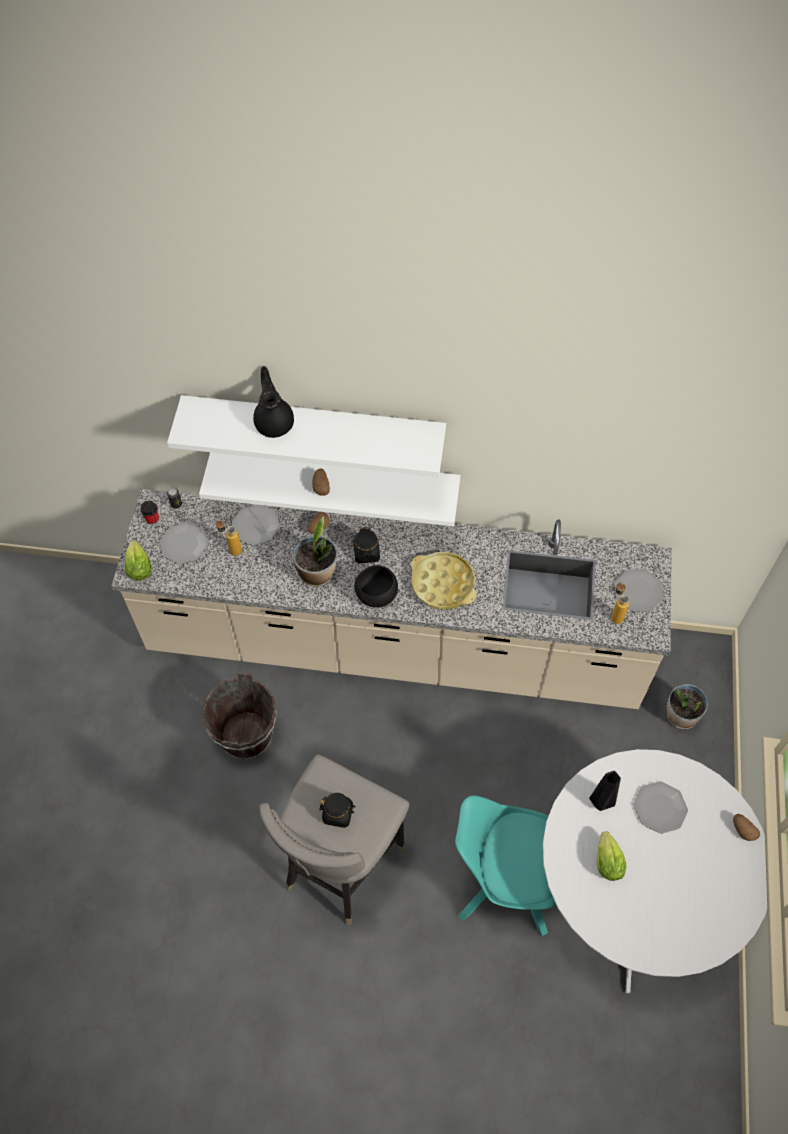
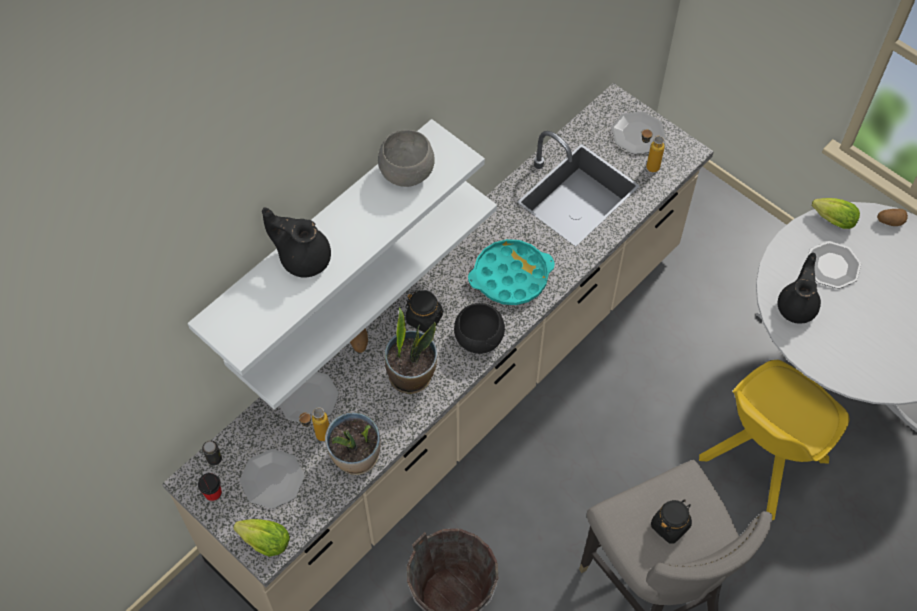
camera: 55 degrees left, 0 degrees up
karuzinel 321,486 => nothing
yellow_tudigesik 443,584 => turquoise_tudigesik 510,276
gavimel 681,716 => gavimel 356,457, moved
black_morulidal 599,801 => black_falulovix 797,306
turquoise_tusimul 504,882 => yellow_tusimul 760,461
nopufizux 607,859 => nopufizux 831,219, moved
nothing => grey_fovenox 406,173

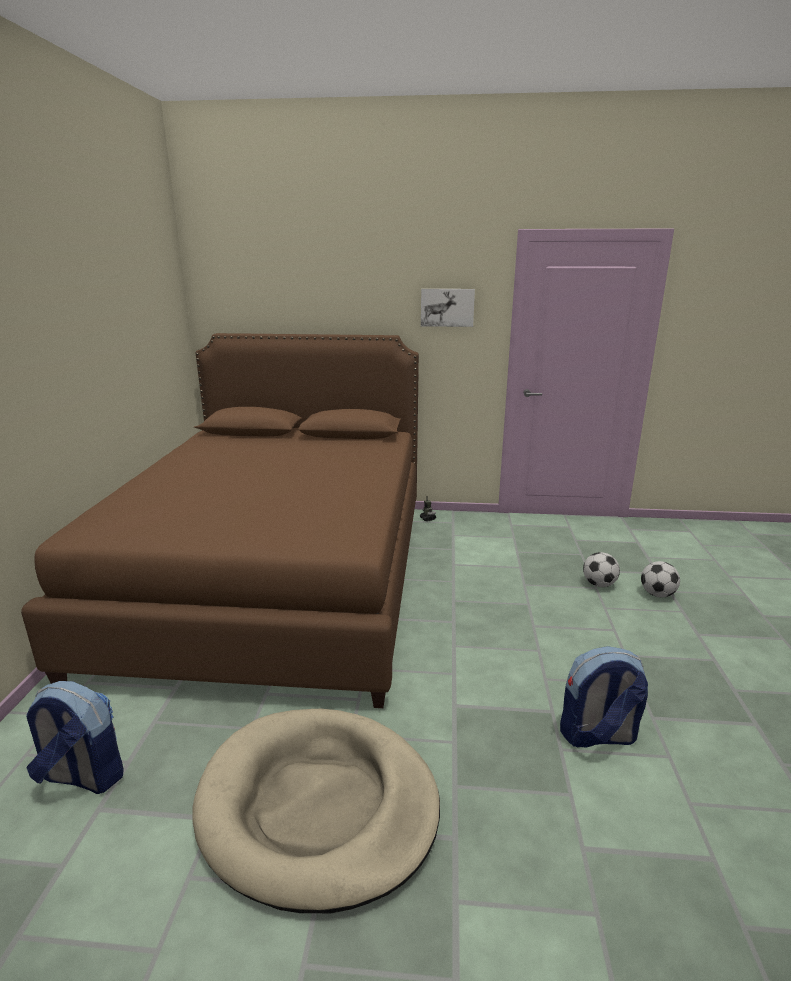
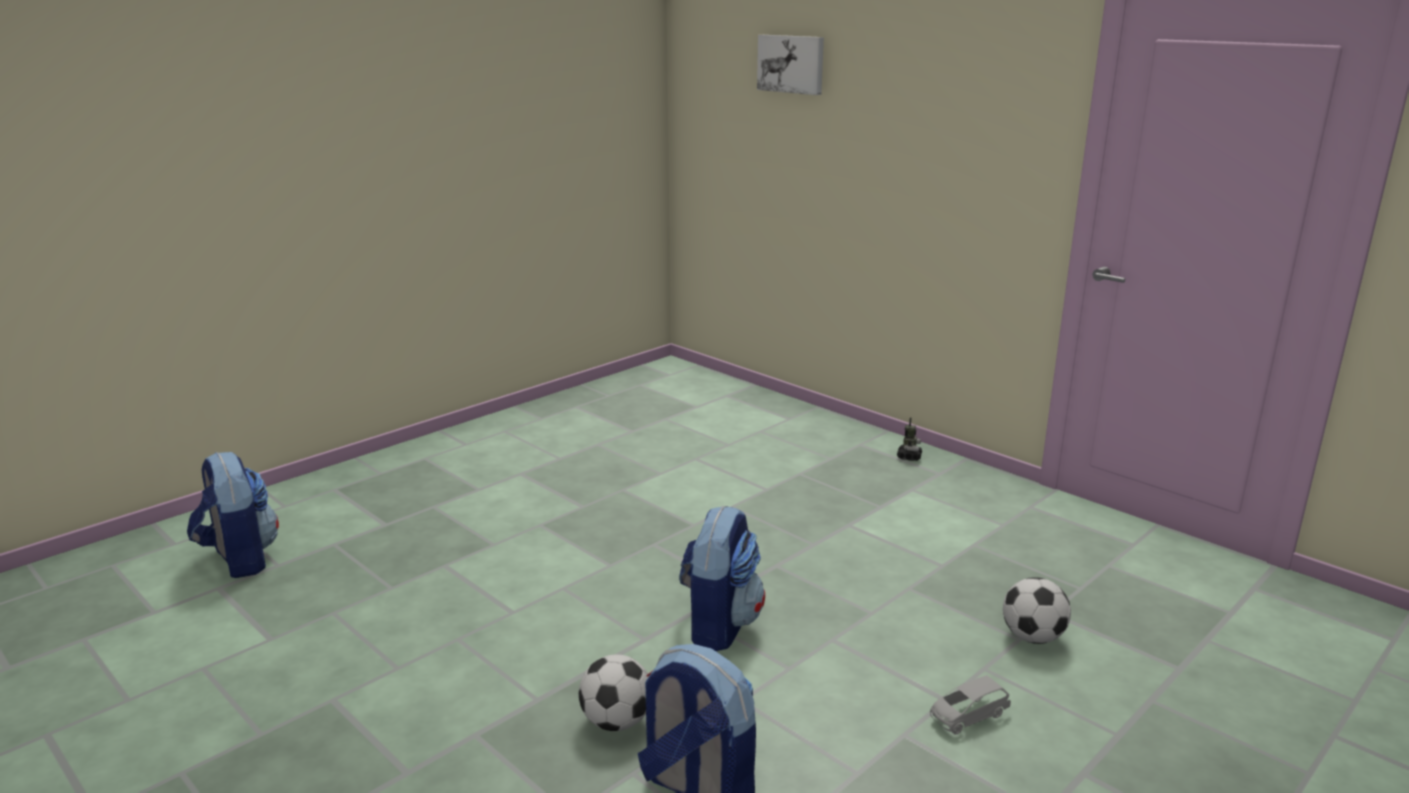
camera: 40 degrees right, 0 degrees up
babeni 447,307 => babeni 791,64, moved
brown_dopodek 278,577 => nothing
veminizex 657,594 => veminizex 617,722, moved
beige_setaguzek 318,807 => nothing
nothing => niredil 719,625
nothing => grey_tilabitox 968,716

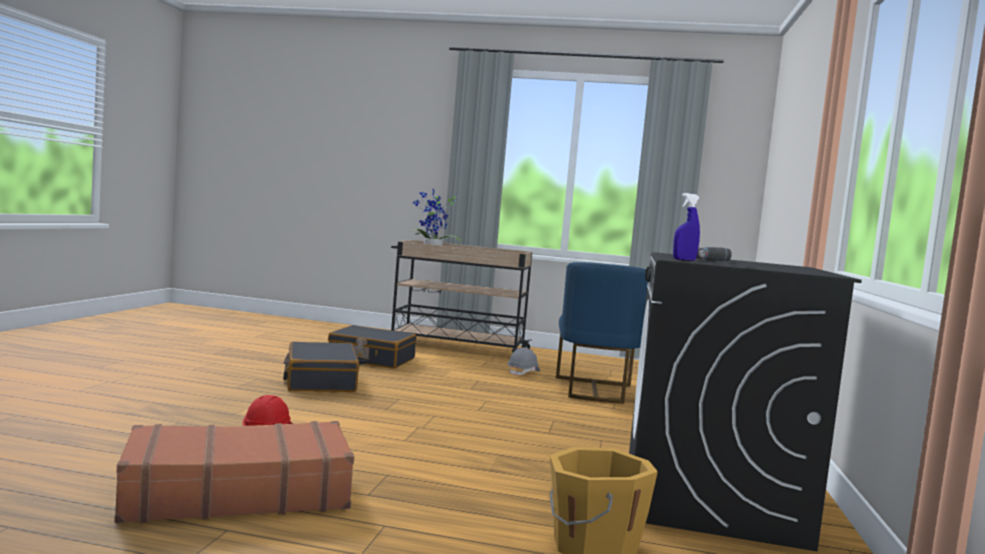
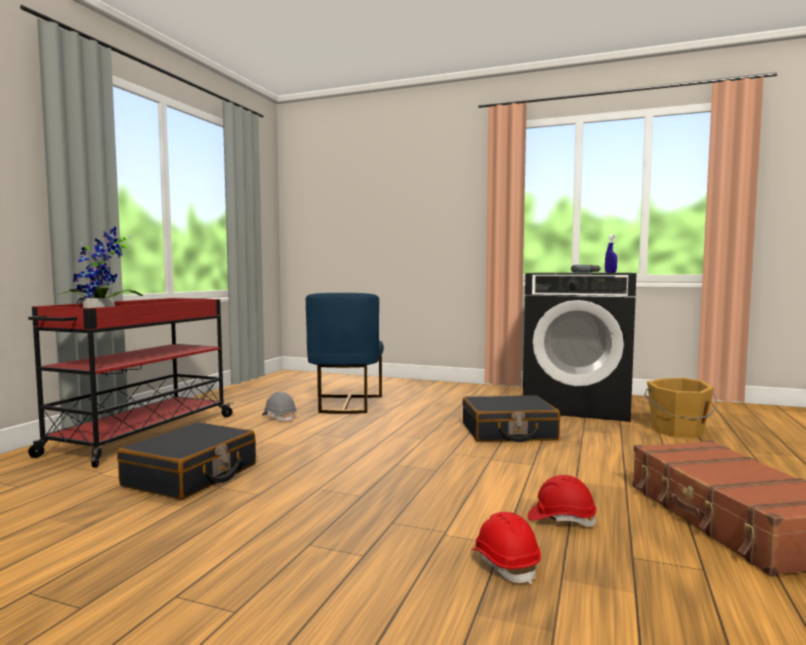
camera: 80 degrees left, 0 degrees up
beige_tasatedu 455,348 => red_tasatedu 141,435
blue_tusimul 593,390 => blue_tusimul 346,404, 75 degrees clockwise
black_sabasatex 320,381 => black_sabasatex 508,432, moved
nothing => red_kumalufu 505,564

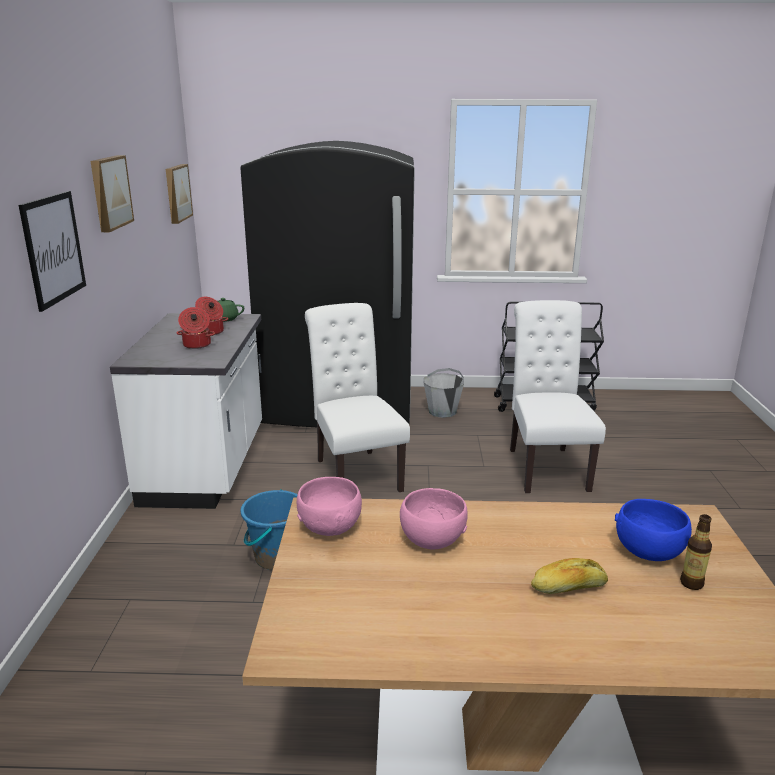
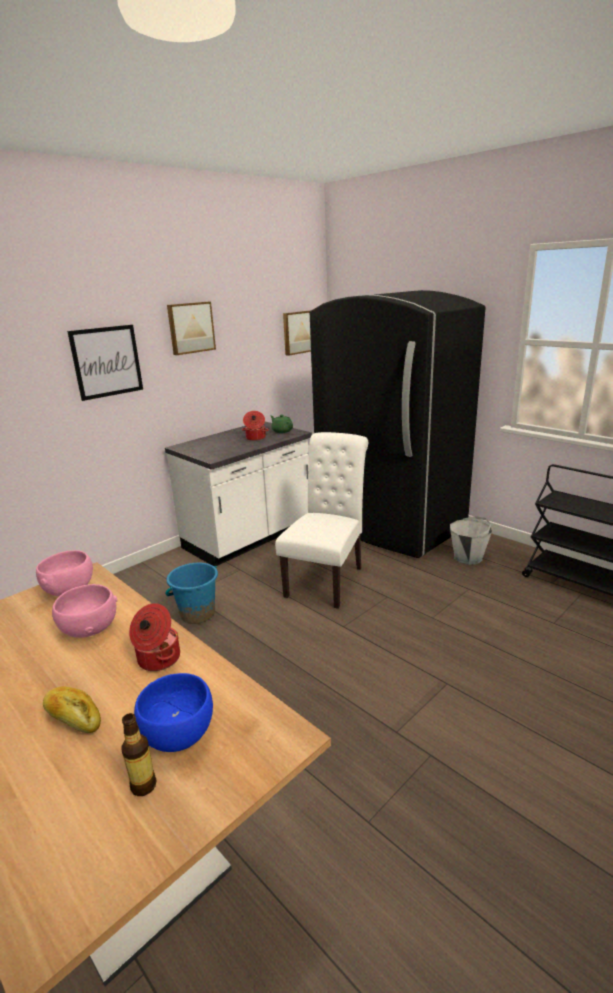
camera: 45 degrees right, 0 degrees up
white_tusimul 545,466 => nothing
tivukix 196,345 => tivukix 158,659, moved

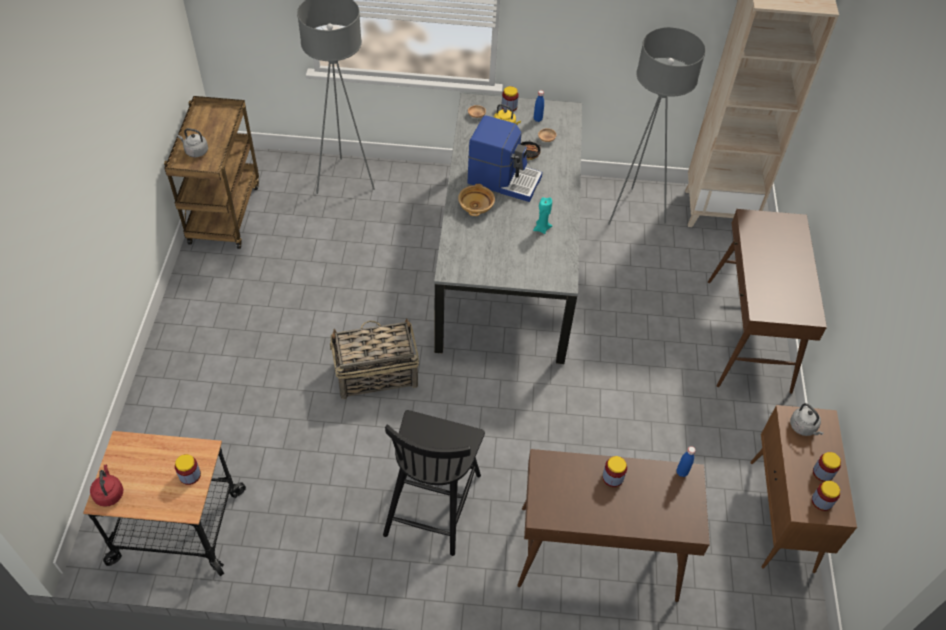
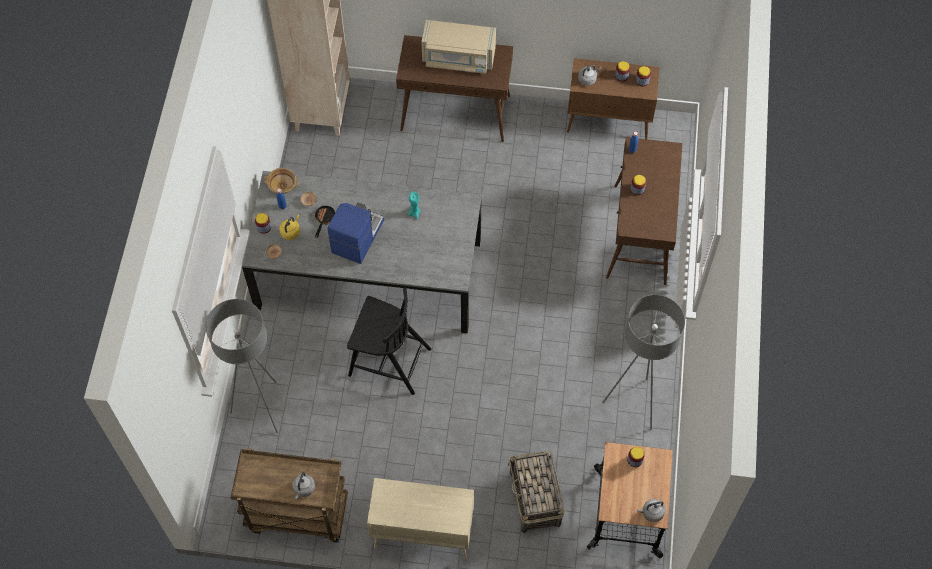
camera: 85 degrees left, 10 degrees up
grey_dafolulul 634,212 => grey_dafolulul 633,404, moved
beige_fovenox 476,206 => beige_fovenox 282,185, moved
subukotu 375,374 => subukotu 535,500, moved
black_tusimul 433,502 => black_tusimul 388,361, moved
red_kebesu 109,493 => grey_kebesu 651,513
nothing => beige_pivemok 458,58
nothing => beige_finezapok 422,534

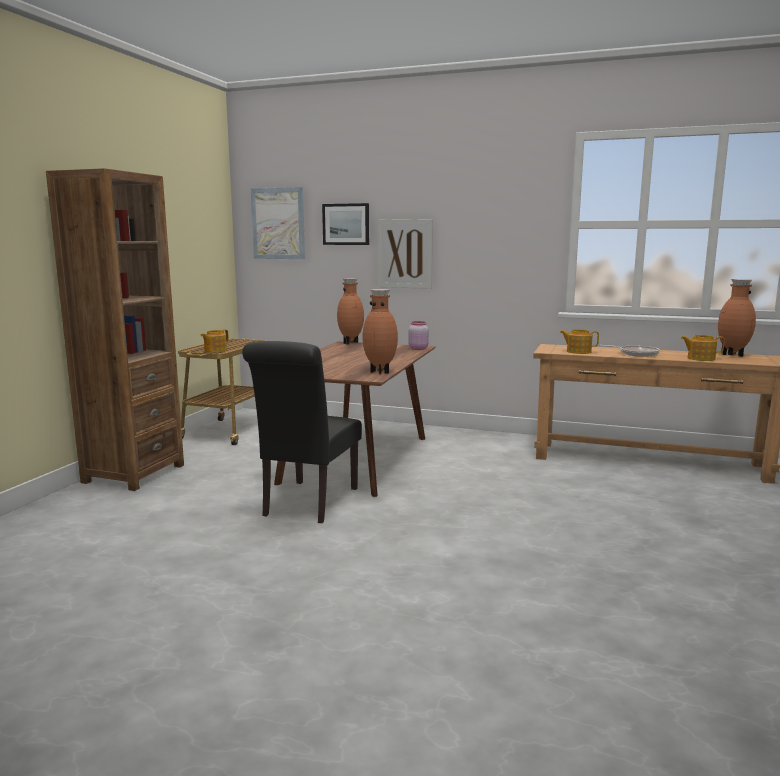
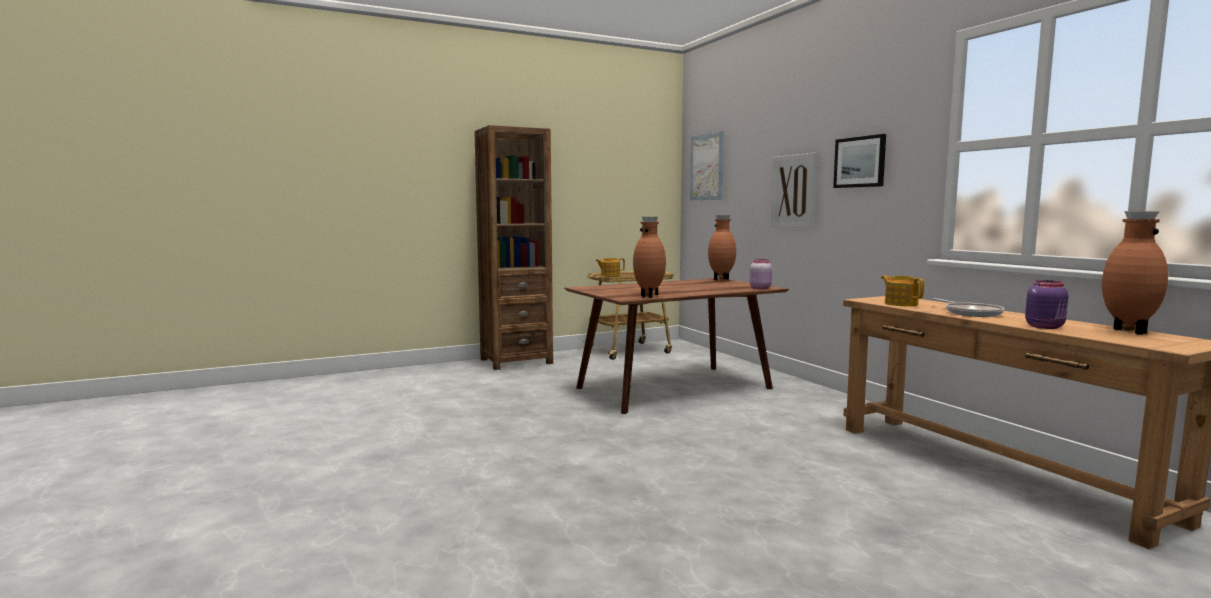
camera: 45 degrees right, 5 degrees down
babeni 346,224 => babeni 860,162, moved
falulovix 700,358 => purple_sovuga 1045,327
black_tusimul 307,504 => nothing

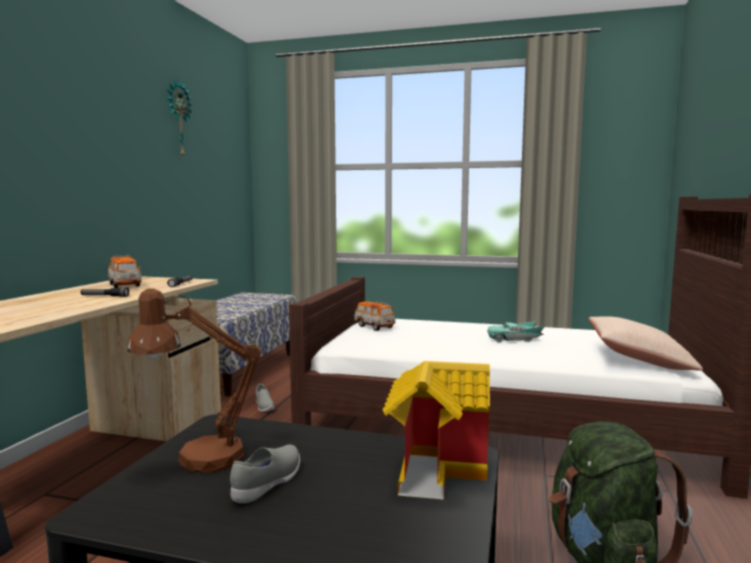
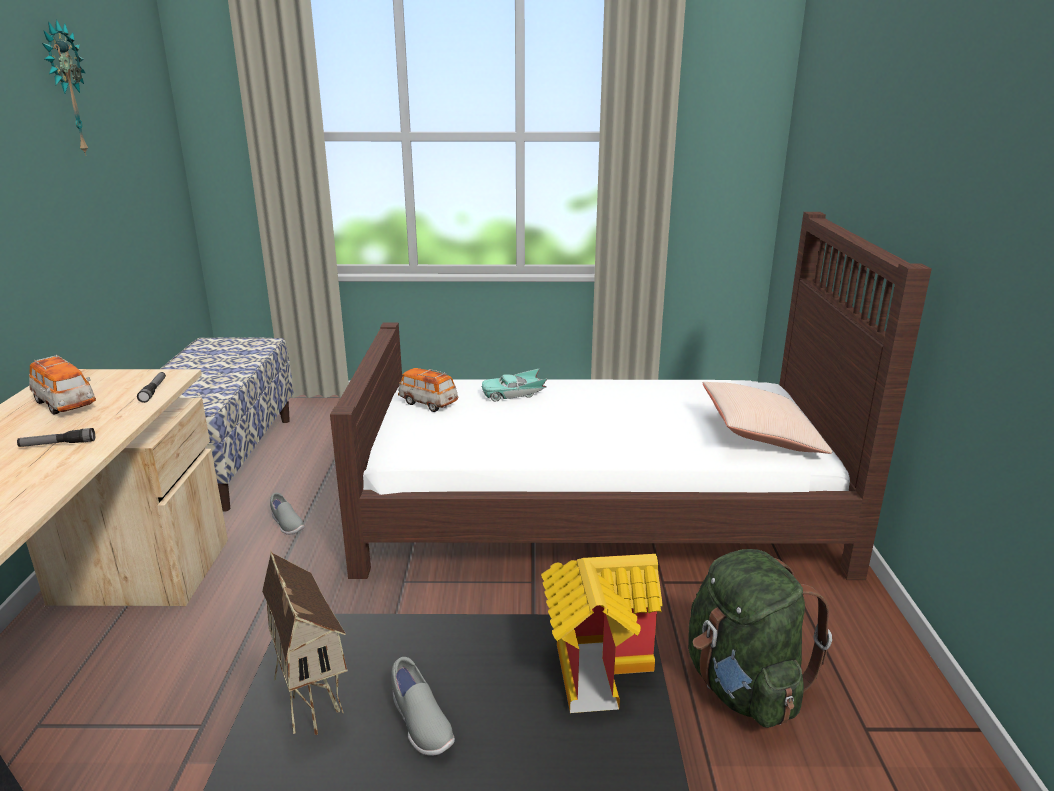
camera: 15 degrees left, 15 degrees up
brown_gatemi 197,459 => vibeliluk 313,700
turquoise_tilabitox 514,339 => turquoise_tilabitox 513,394, moved
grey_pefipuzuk 268,483 => grey_pefipuzuk 420,724, 135 degrees clockwise

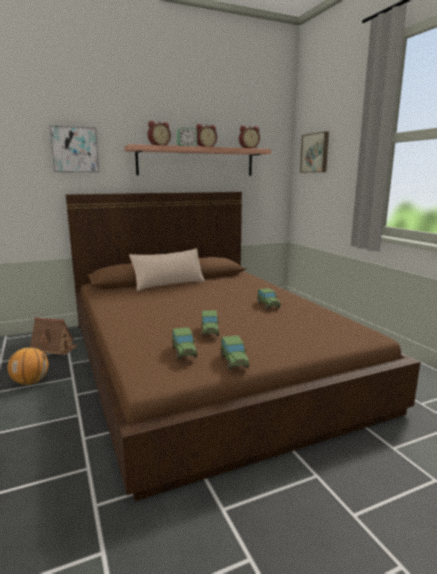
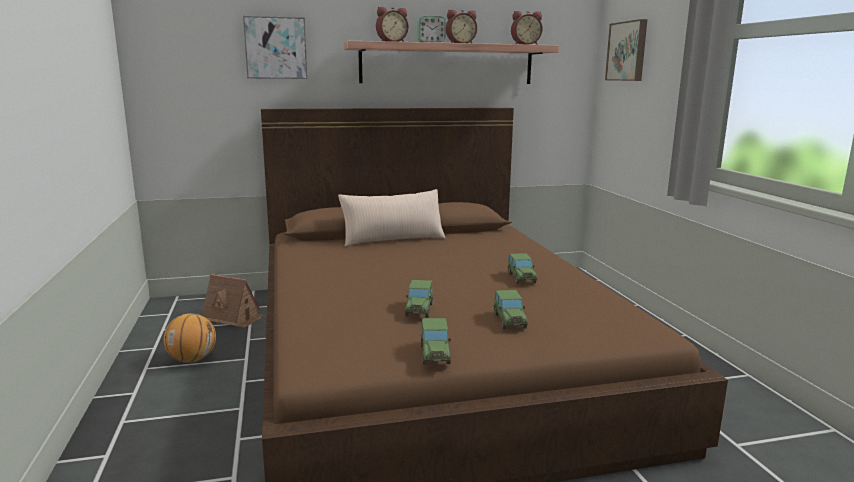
camera: 10 degrees right, 0 degrees up
tilabitox 184,352 => tilabitox 509,321, moved

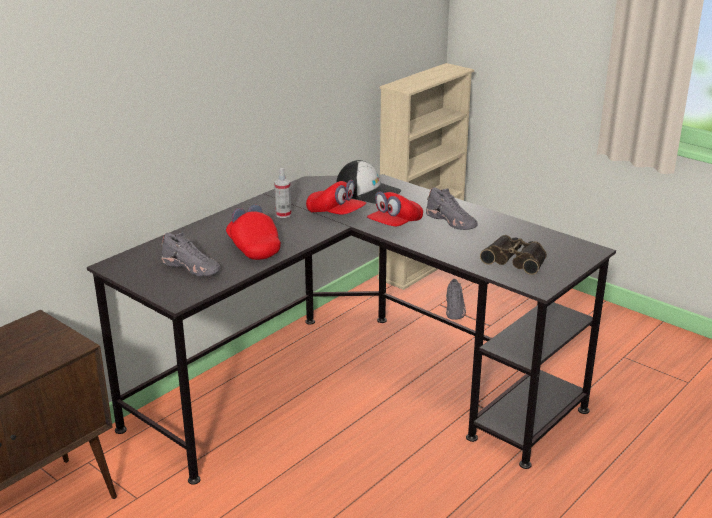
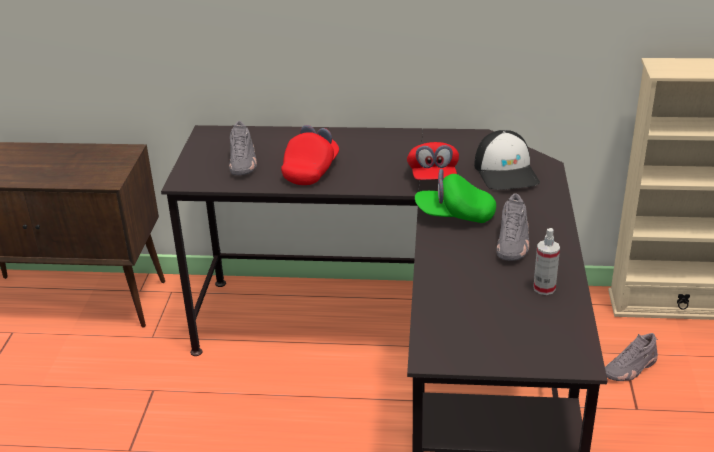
camera: 55 degrees right, 5 degrees up
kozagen 283,214 => kozagen 544,288, moved
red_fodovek 394,225 => green_fodovek 455,215
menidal 516,260 => nothing

